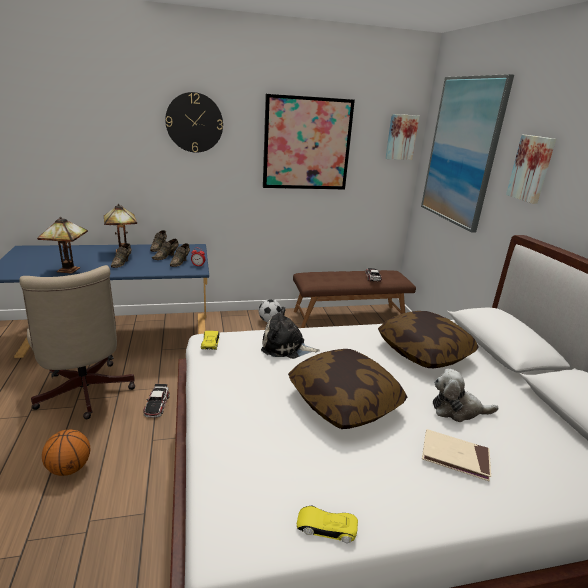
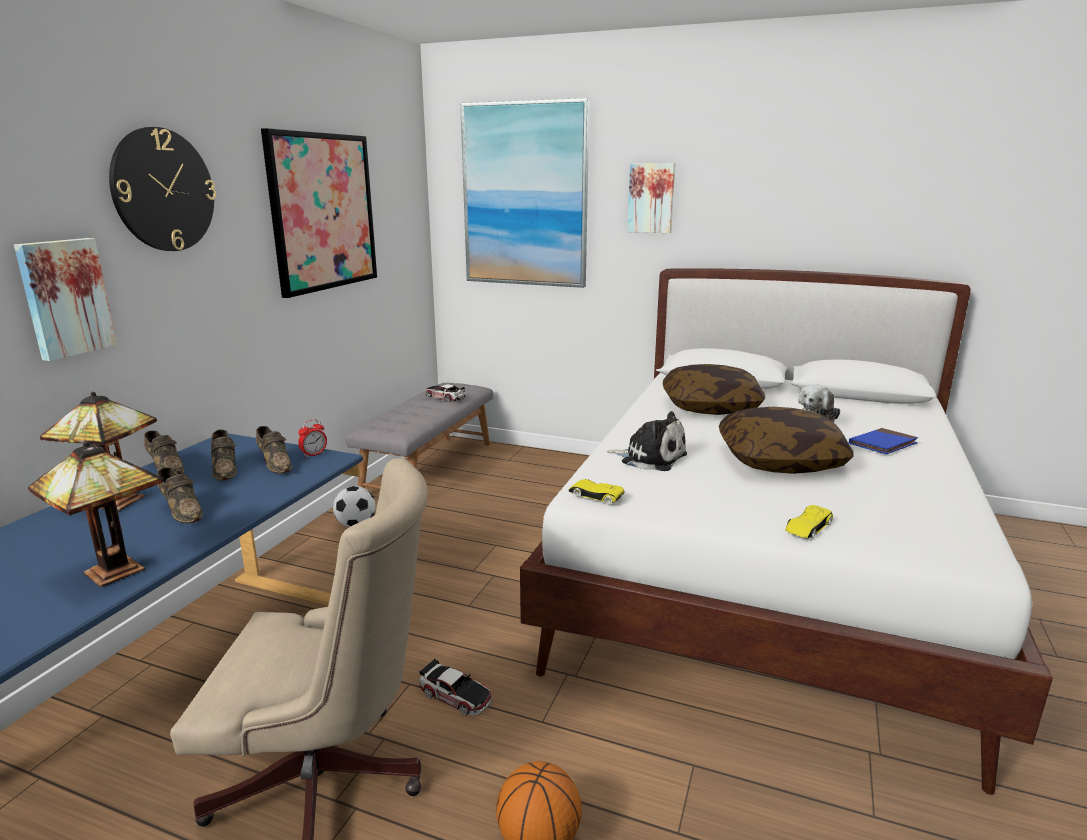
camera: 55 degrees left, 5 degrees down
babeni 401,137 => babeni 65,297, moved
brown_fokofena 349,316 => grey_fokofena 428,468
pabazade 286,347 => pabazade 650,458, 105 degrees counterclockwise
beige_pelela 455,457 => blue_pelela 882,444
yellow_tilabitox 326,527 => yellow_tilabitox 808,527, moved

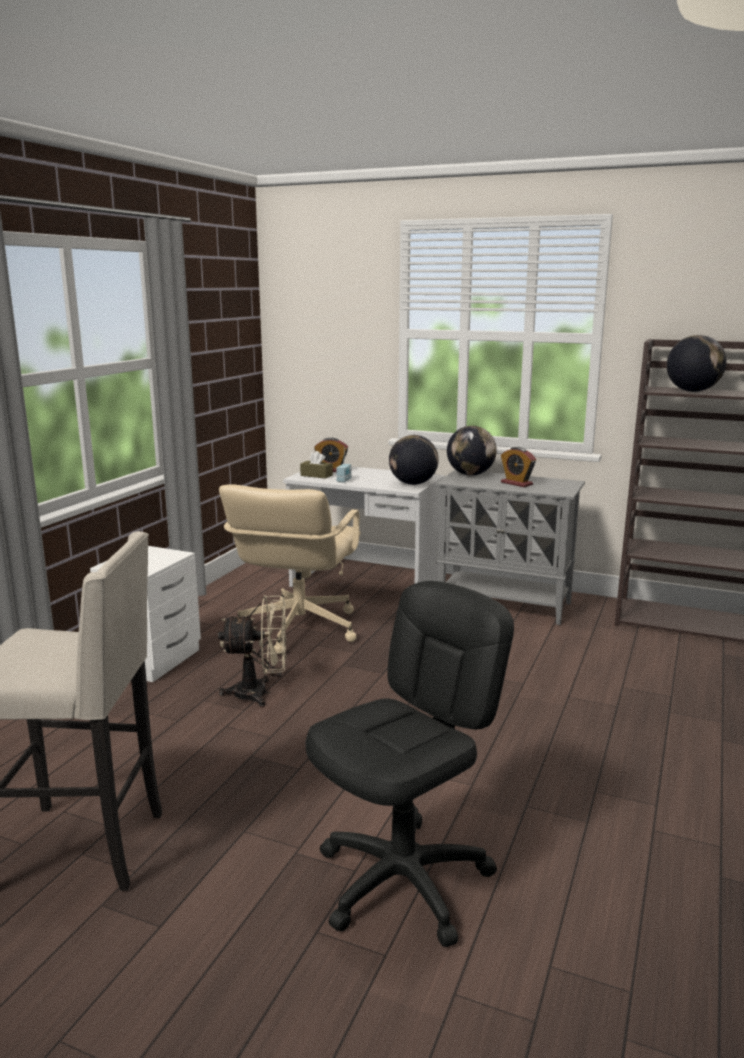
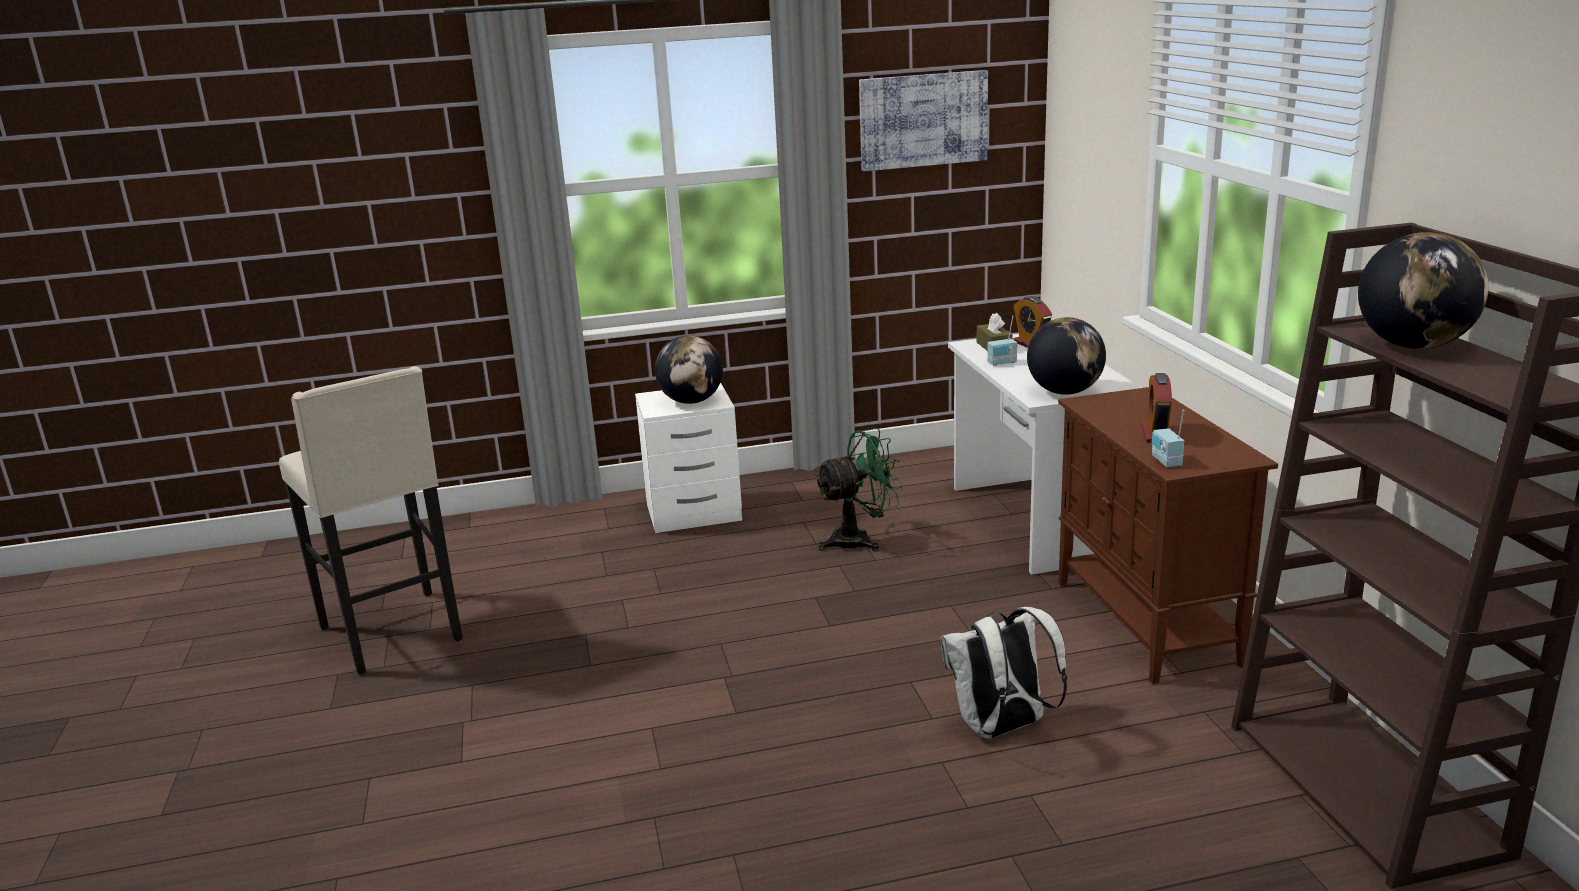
camera: 55 degrees right, 5 degrees up
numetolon 470,474 => numetolon 691,401, moved
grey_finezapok 505,604 => brown_finezapok 1147,623
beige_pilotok 298,629 => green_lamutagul 860,540
black_pilotok 404,881 => nothing
beige_lamutagul 260,693 => nothing
nothing => babeni 923,120
nothing => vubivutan 1165,462
nothing => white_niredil 1001,728

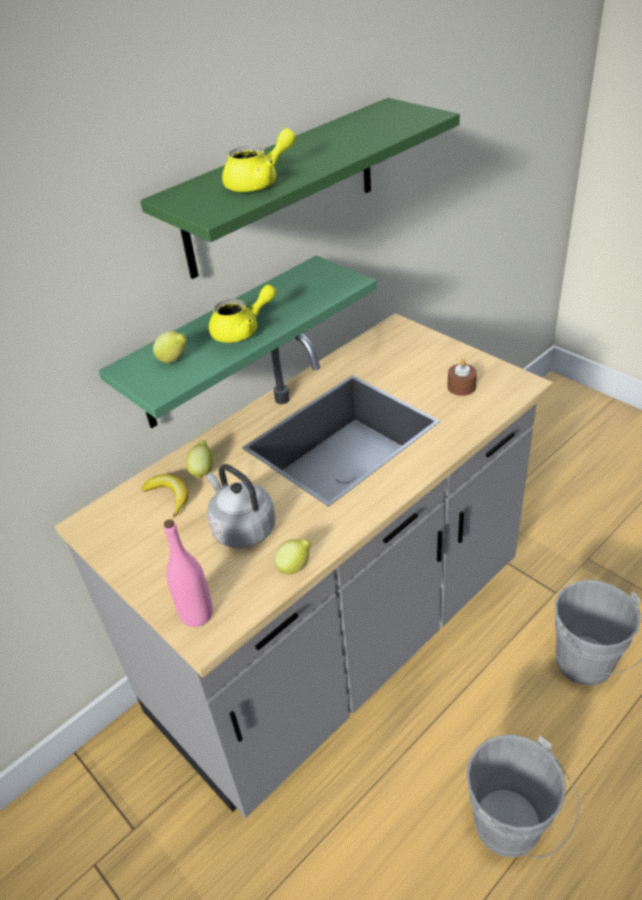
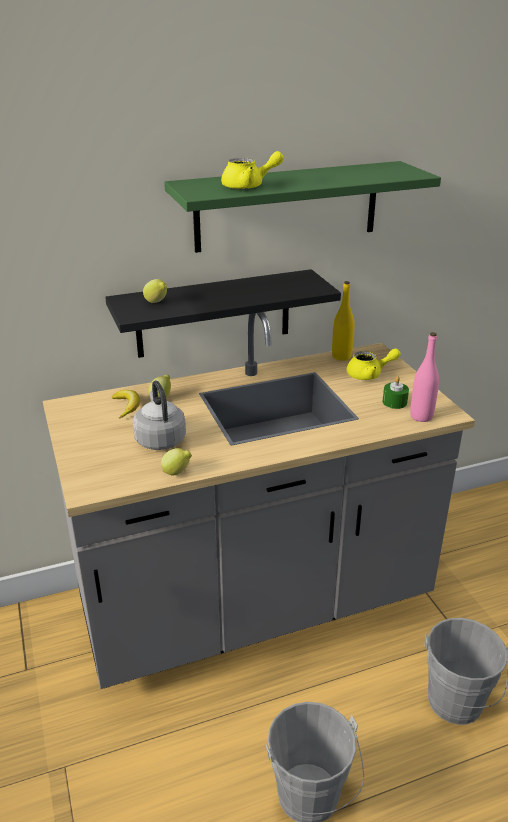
camera: 20 degrees right, 10 degrees down
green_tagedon 223,344 => black_tagedon 214,314
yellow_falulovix 242,330 => yellow_falulovix 369,375, moved
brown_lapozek 461,387 => green_lapozek 394,402
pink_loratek 197,614 => pink_loratek 421,416, moved
nothing => yellow_loratek 341,356

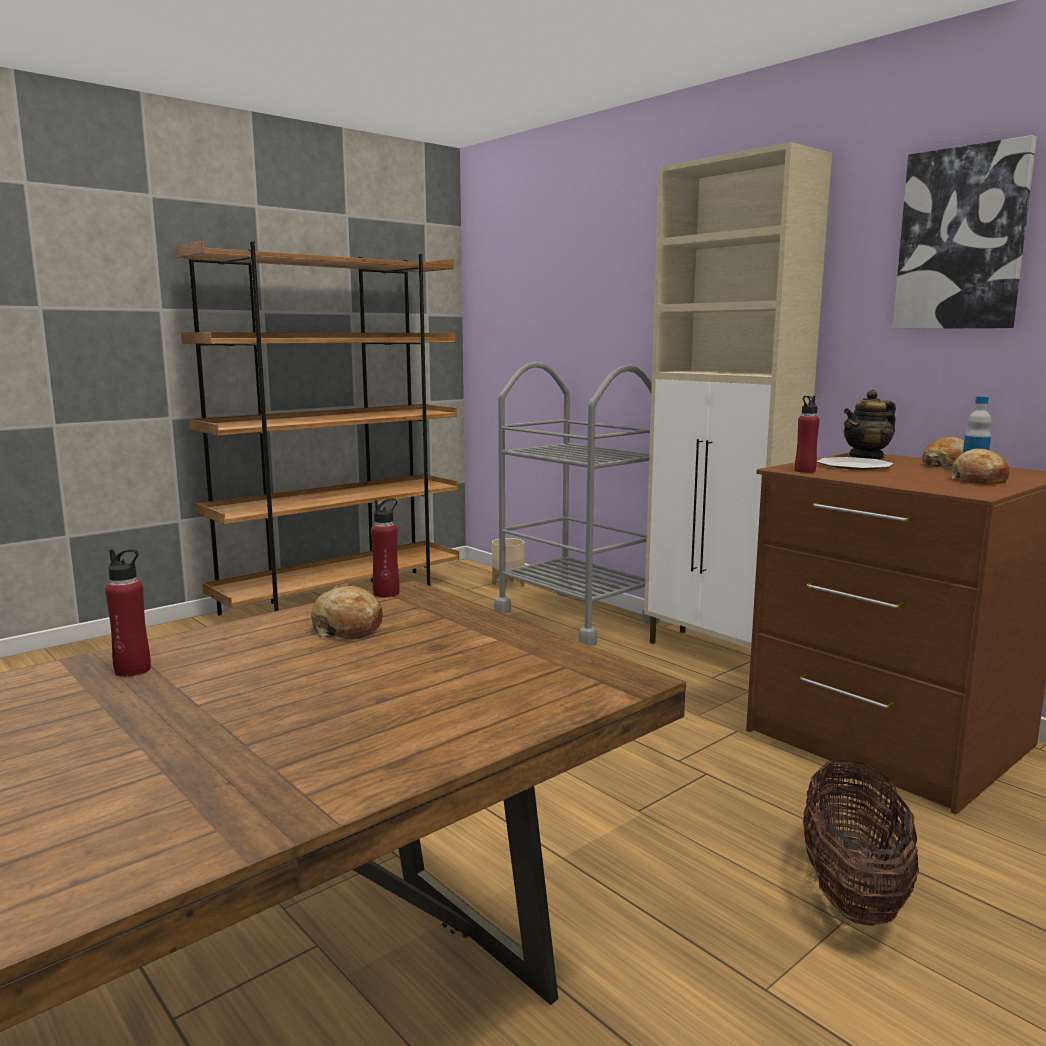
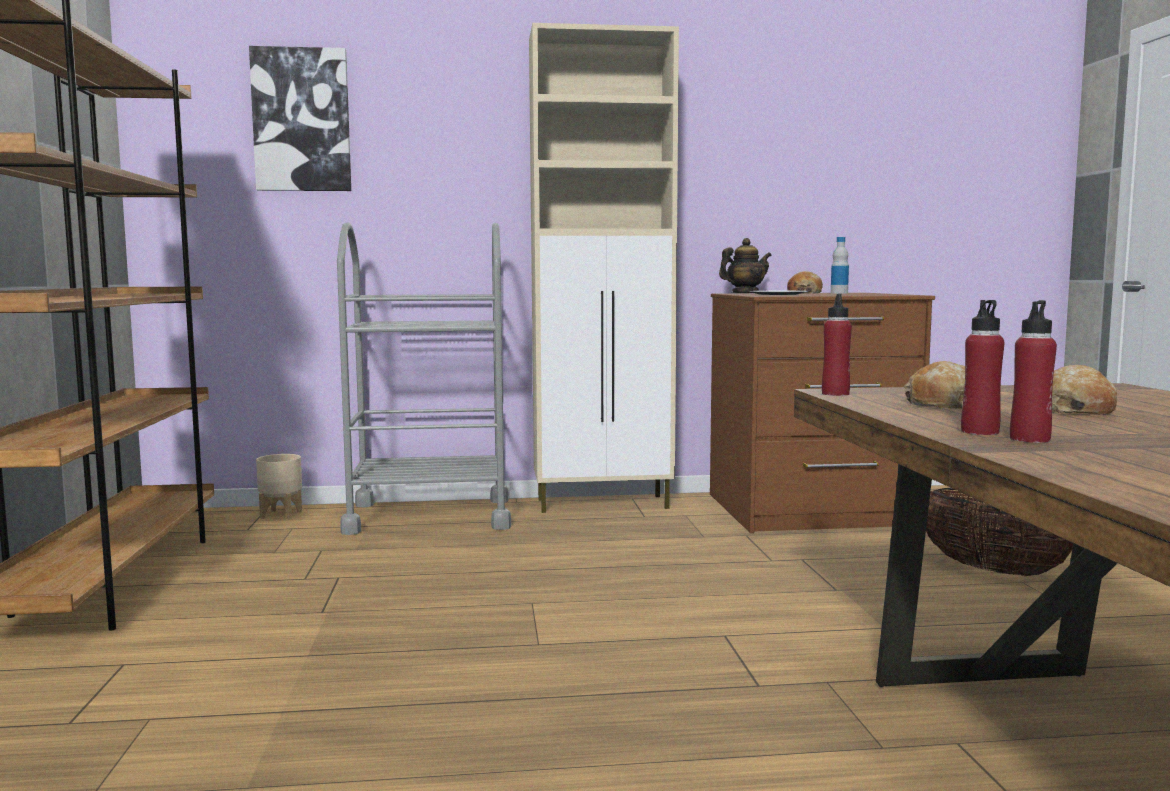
camera: 55 degrees left, 5 degrees down
babeni 962,239 => babeni 302,120, moved
falulovix 867,457 => falulovix 744,293, 120 degrees counterclockwise
red_loratek 805,471 => red_loratek 980,432, moved
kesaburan 978,480 => kesaburan 1074,410, moved

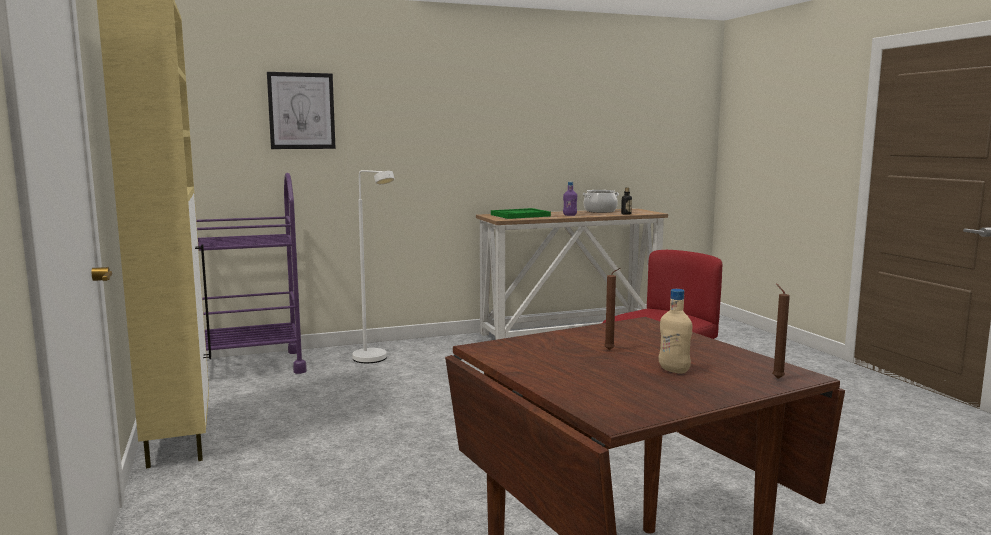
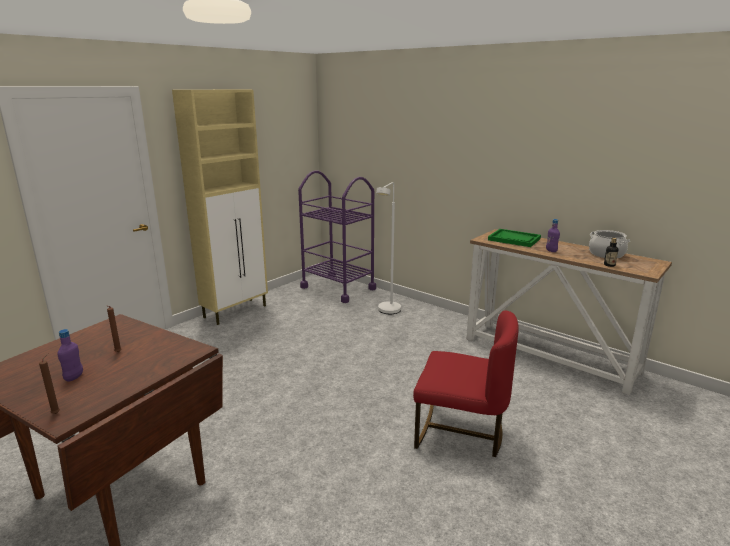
camera: 60 degrees right, 10 degrees up
babeni 301,111 => nothing
beige_loratek 674,370 => purple_loratek 74,377

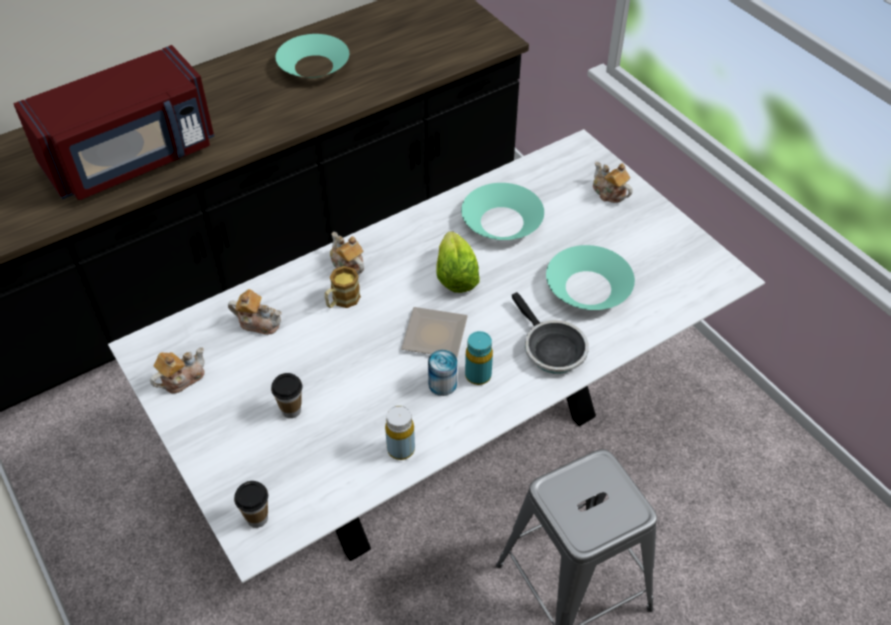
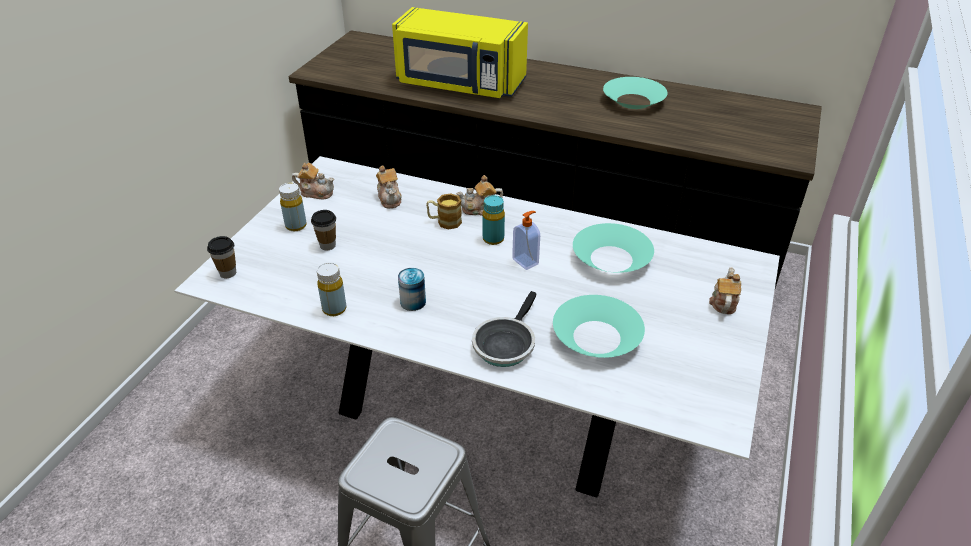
camera: 55 degrees right, 10 degrees down
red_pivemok 132,158 => yellow_pivemok 459,84
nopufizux 455,276 => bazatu 526,261
falulovix 347,265 => falulovix 479,209, 120 degrees counterclockwise
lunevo 436,337 => nothing
turquoise_loratek 478,375 => turquoise_loratek 493,239, moved
nothing => yellow_loratek 296,226

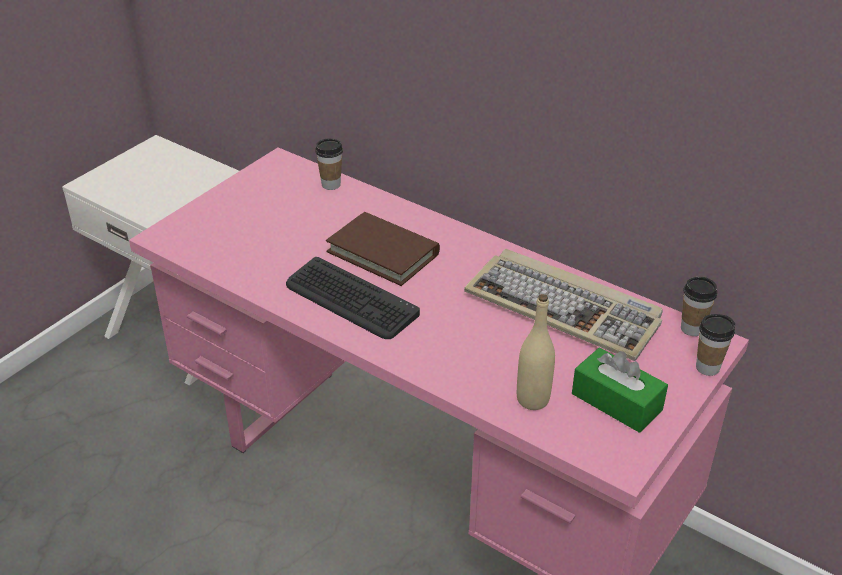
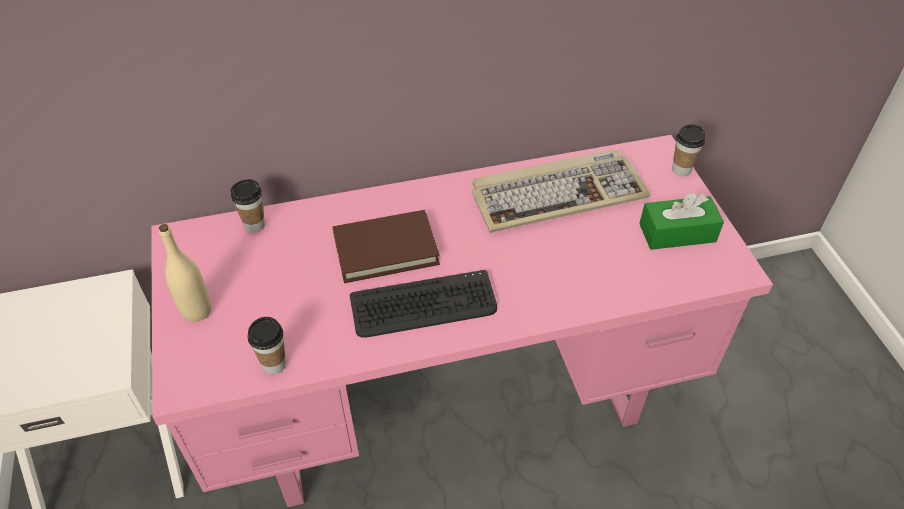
camera: 50 degrees left, 10 degrees up
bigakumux 692,329 => bigakumux 274,364, moved
beige_loratek 532,399 => beige_loratek 197,311, moved

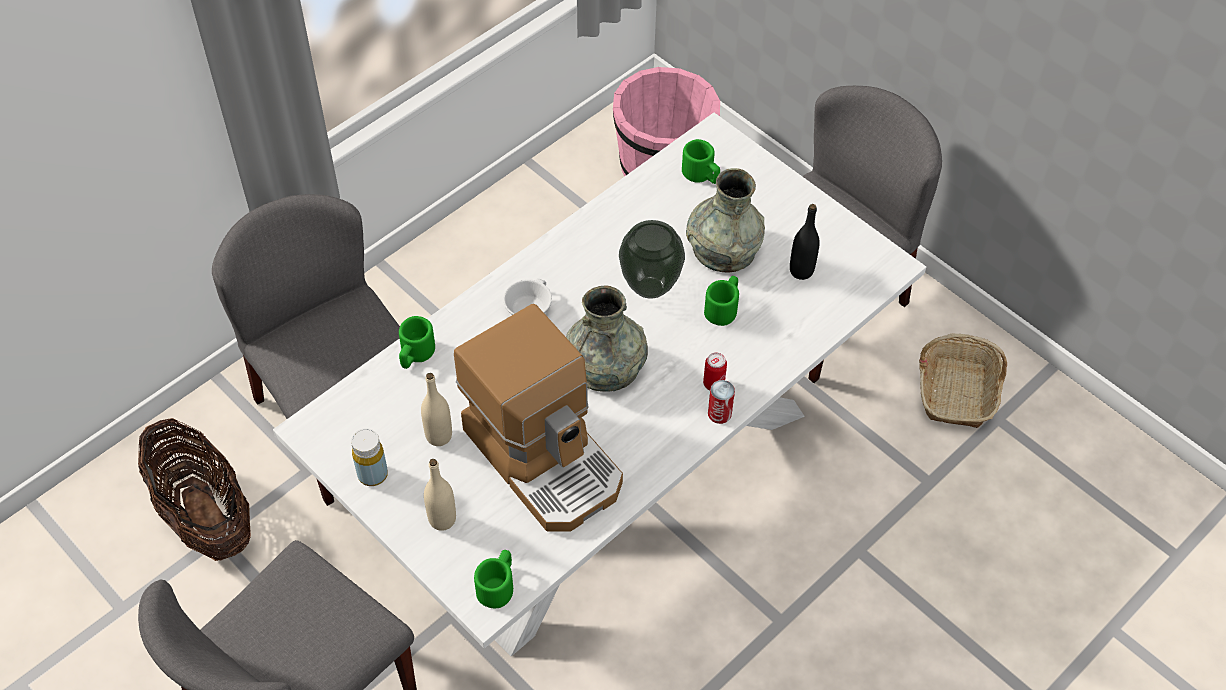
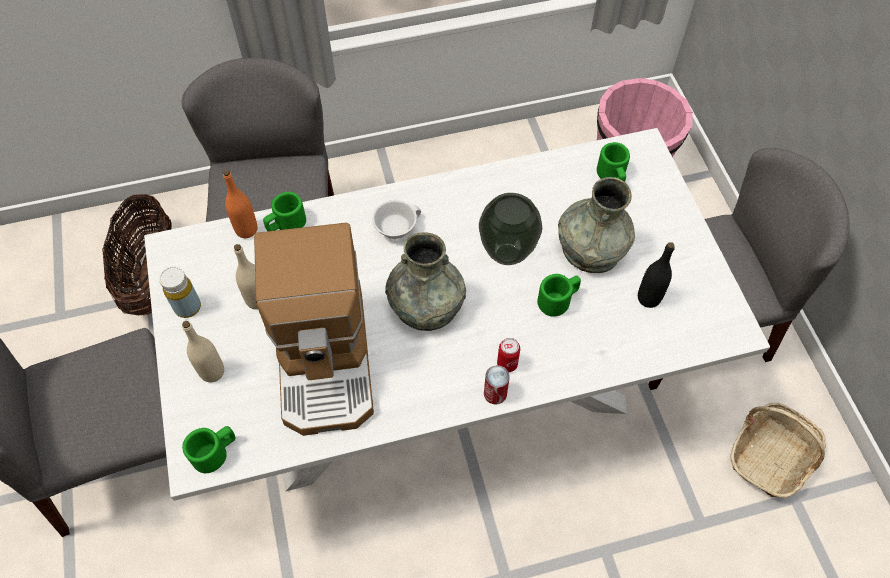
camera: 30 degrees right, 5 degrees up
nothing => orange_loratek 246,230

